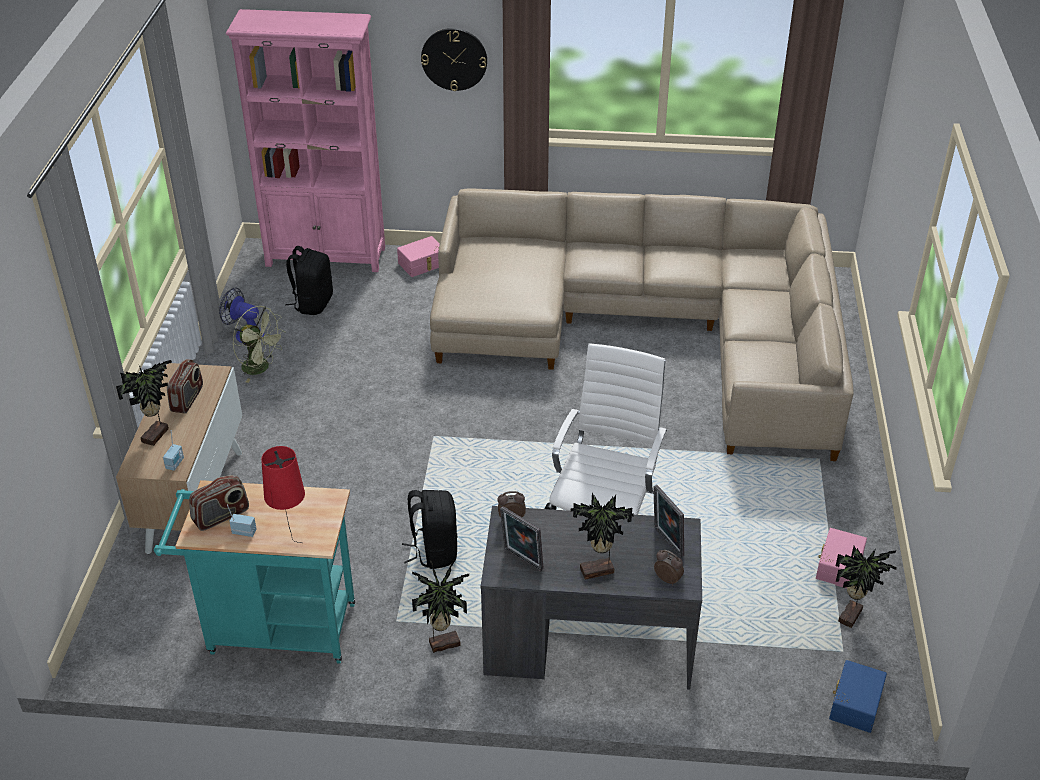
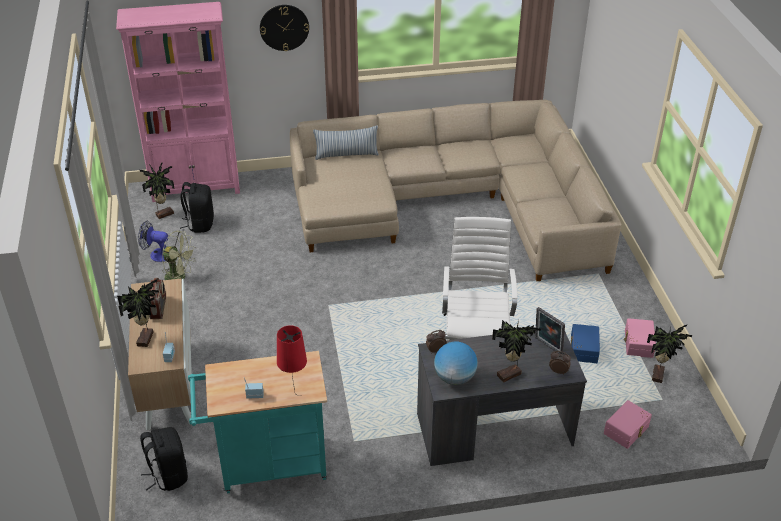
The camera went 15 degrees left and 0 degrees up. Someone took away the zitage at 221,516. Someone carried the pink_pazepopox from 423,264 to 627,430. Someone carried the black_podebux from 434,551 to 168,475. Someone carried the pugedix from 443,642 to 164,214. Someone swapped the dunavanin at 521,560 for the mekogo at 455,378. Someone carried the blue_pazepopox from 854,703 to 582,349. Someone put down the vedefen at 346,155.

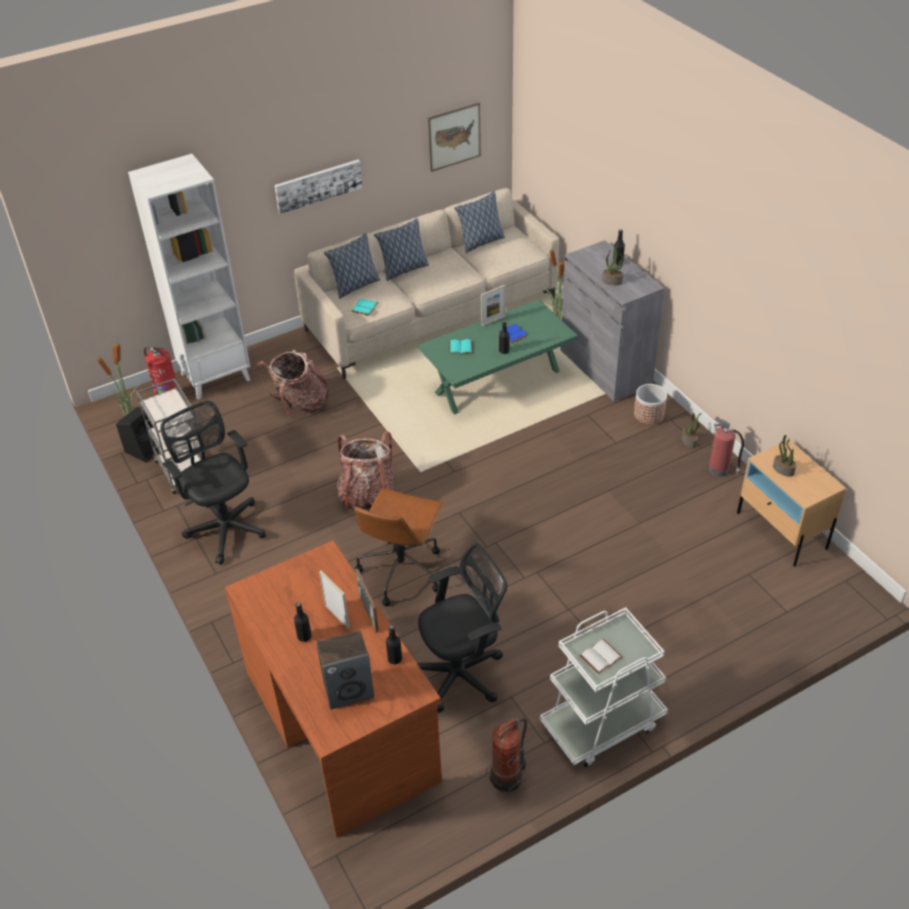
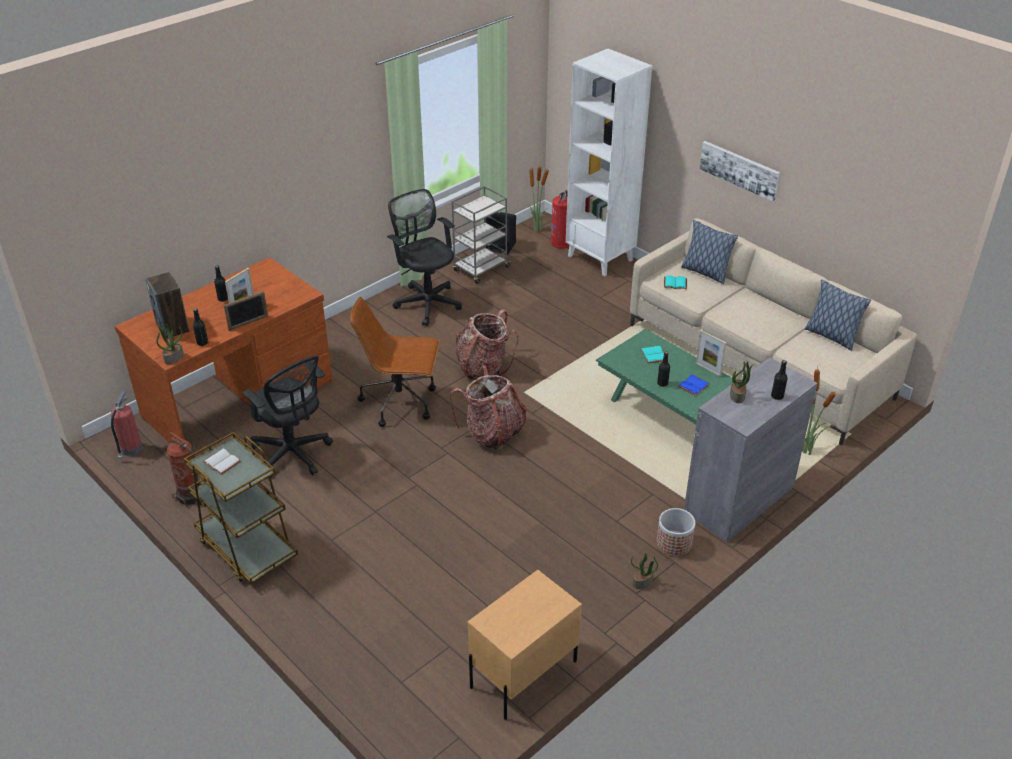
The camera went 75 degrees right and 5 degrees down. Someone rotated the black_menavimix at 224,526 by 75 degrees counterclockwise. Someone carried the podebux from 300,404 to 492,433. Someone took away the vedefen at 403,270. Someone took away the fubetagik at 454,137. Someone repainted the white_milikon at 602,724, which became the brown_milikon at 247,548. Someone carried the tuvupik from 719,469 to 131,449. Someone carried the pugedix from 782,470 to 174,357.

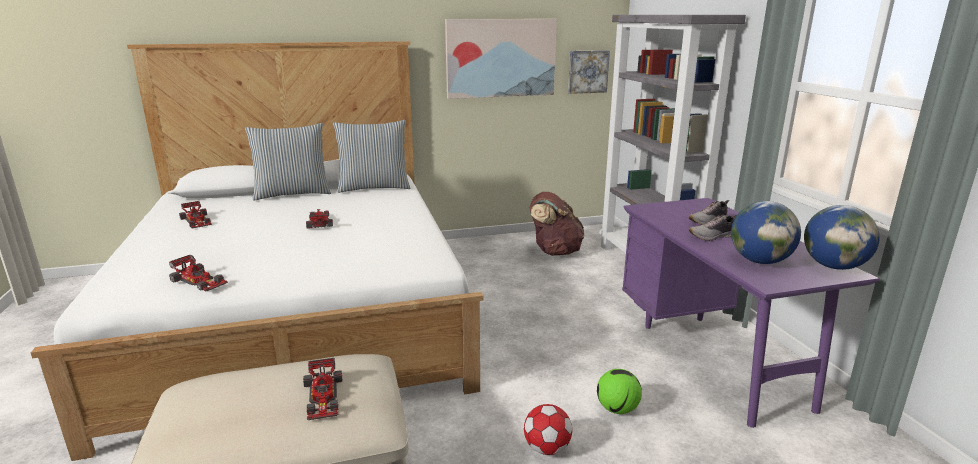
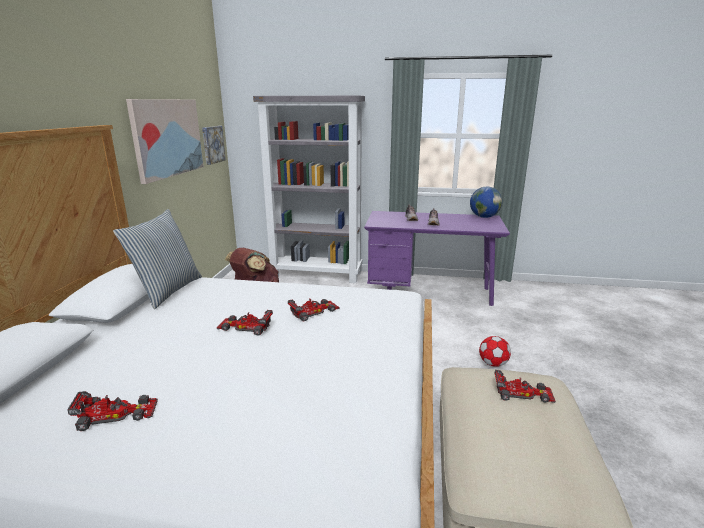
The camera went 65 degrees left and 0 degrees up. Someone carried the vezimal from 199,280 to 314,311. Someone took away the vedefen at 292,194. Someone took away the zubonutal at 617,409. Someone took away the mekogo at 759,261.

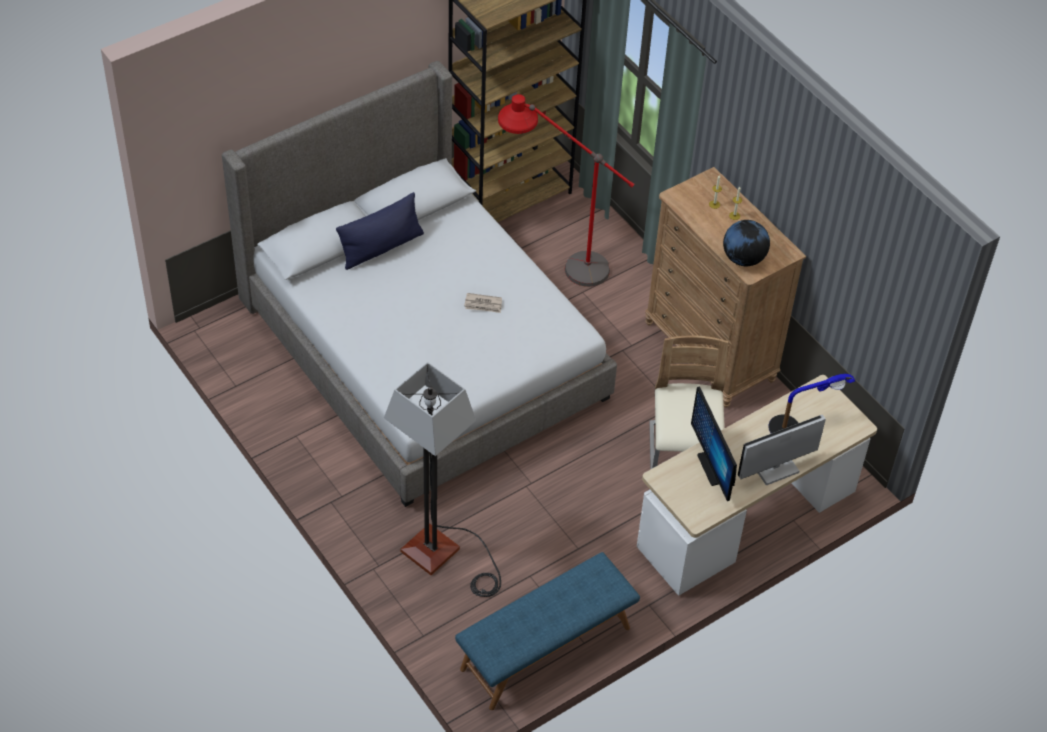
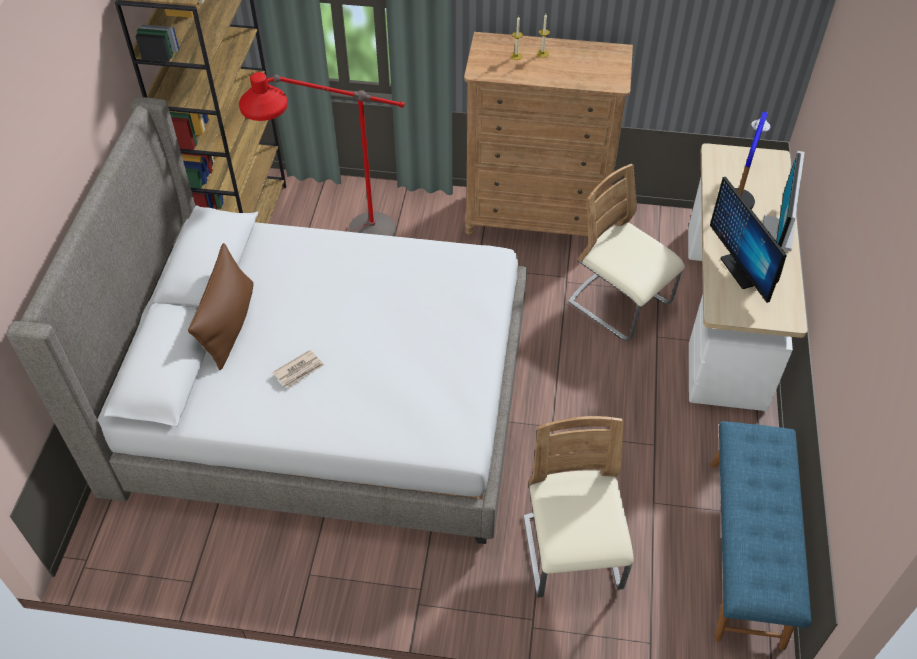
The camera went 45 degrees left and 0 degrees up. Someone repainted the blue_vedefen at 381,247, which became the brown_vedefen at 229,324. Someone swapped the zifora at 444,556 for the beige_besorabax at 572,554. Someone carried the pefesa from 483,304 to 299,370. Someone rotated the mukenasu at 713,467 by 45 degrees clockwise. Someone took away the mekogo at 743,258.

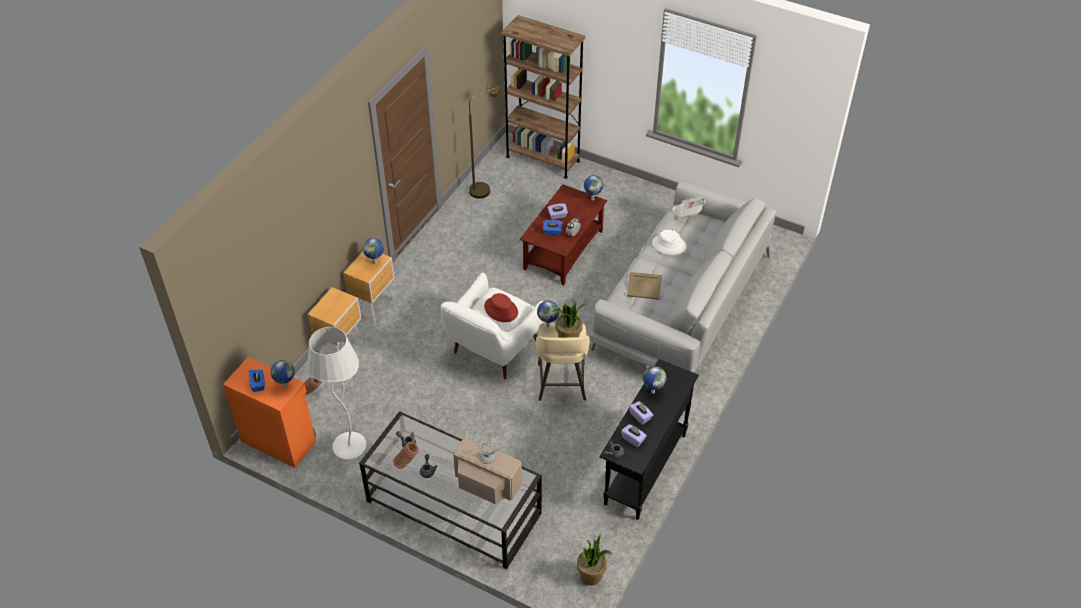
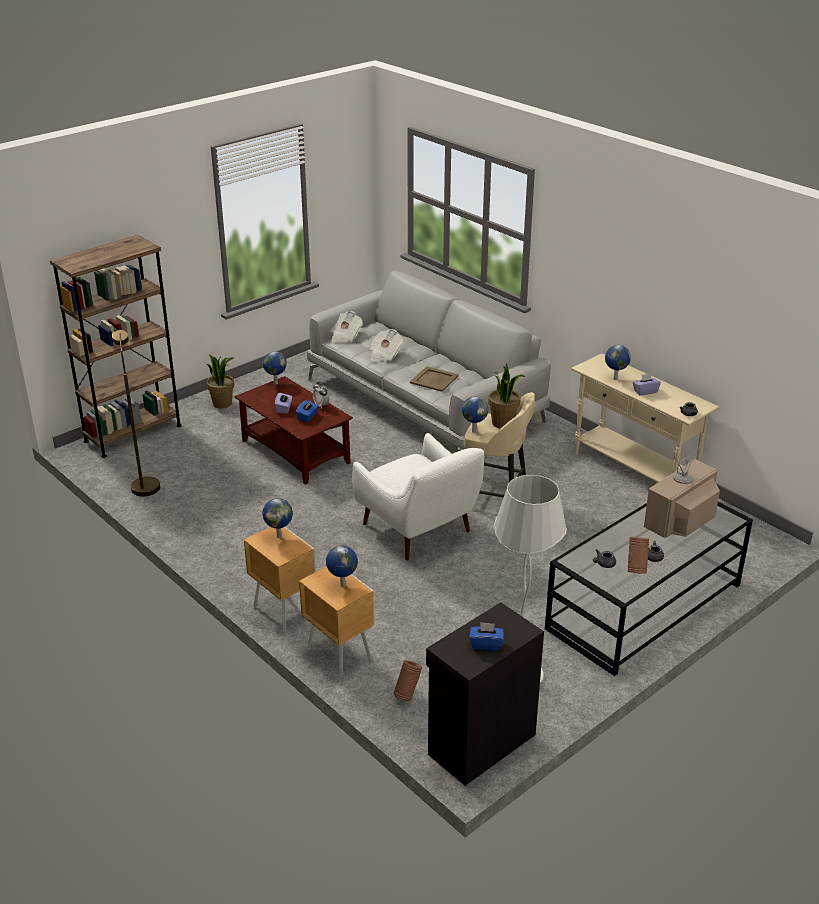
The camera went 70 degrees left and 15 degrees down. Someone repainted the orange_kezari at 279,440, which became the black_kezari at 480,744. Someone carried the mekogo from 285,386 to 342,585. Someone took away the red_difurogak at 501,309. Someone carried the pugedix from 591,576 to 223,403. Someone repainted the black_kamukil at 644,469, which became the beige_kamukil at 633,471. Someone took away the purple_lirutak at 633,439. Someone swapped the white_difurogak at 669,245 for the pefesa at 385,354.

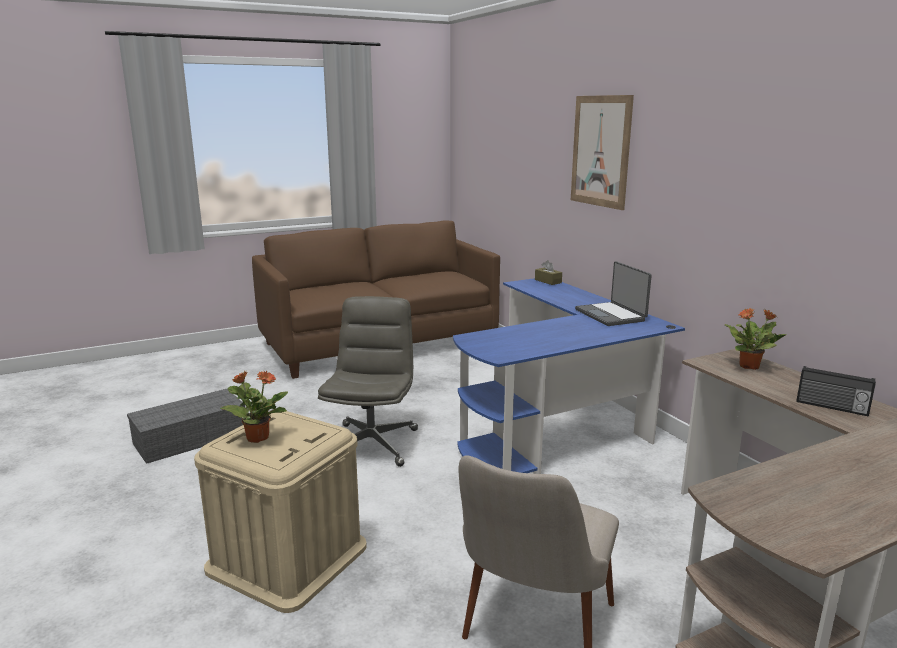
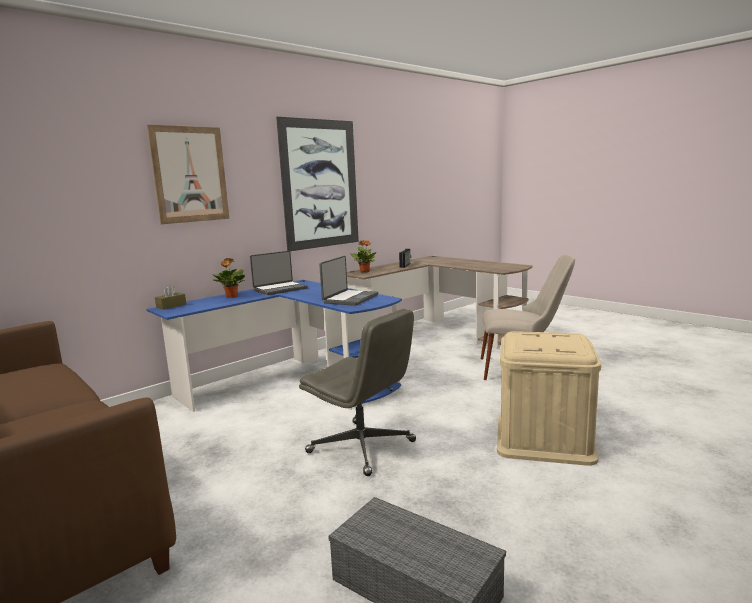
The camera went 105 degrees left and 5 degrees down. Someone carried the pugedix from 257,437 to 231,297. Someone rotated the grey_menavimix at 371,444 by 135 degrees counterclockwise. Someone put up the fubetagik at 320,184. Someone put down the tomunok at 350,299.

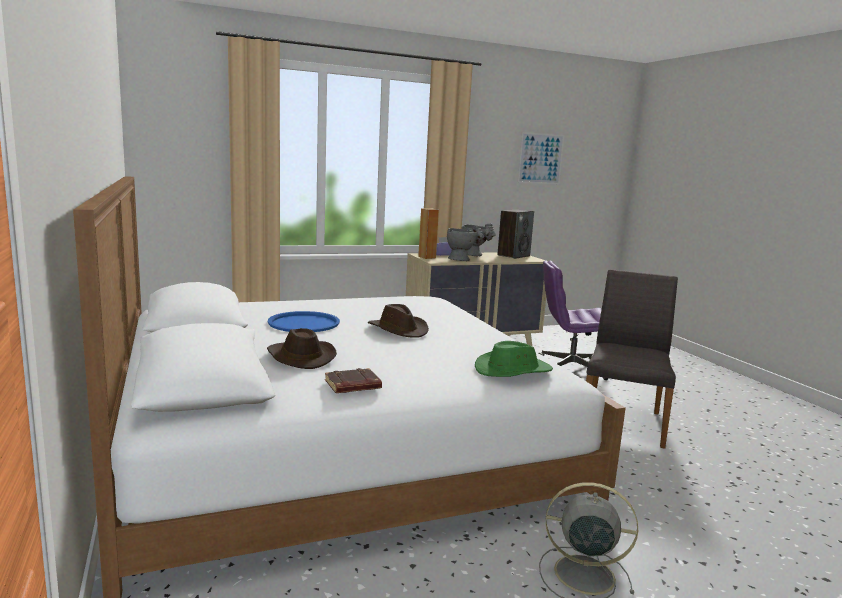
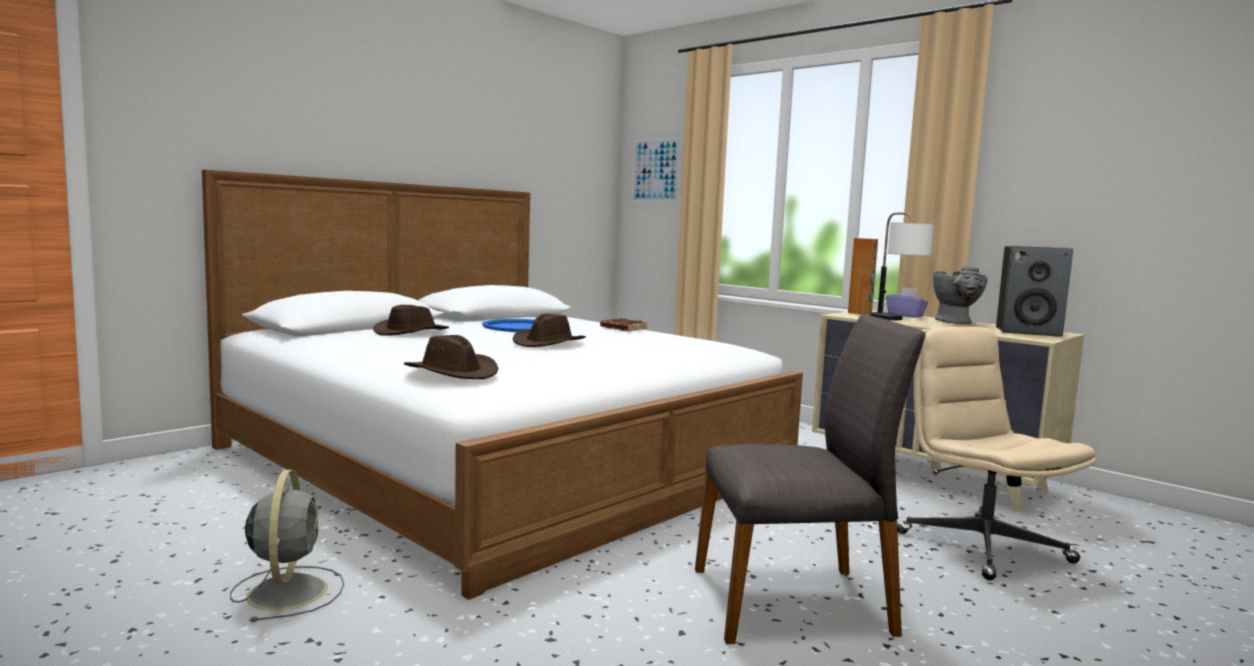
The camera went 65 degrees right and 5 degrees down. Someone carried the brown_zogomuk from 352,386 to 622,328. Someone swapped the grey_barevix at 462,260 for the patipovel at 895,320. Someone repainted the green_difurogak at 513,370, which became the brown_difurogak at 453,372. Someone carried the fubetagik from 540,158 to 656,170. Someone repainted the purple_menavimix at 570,368, which became the beige_menavimix at 981,546.

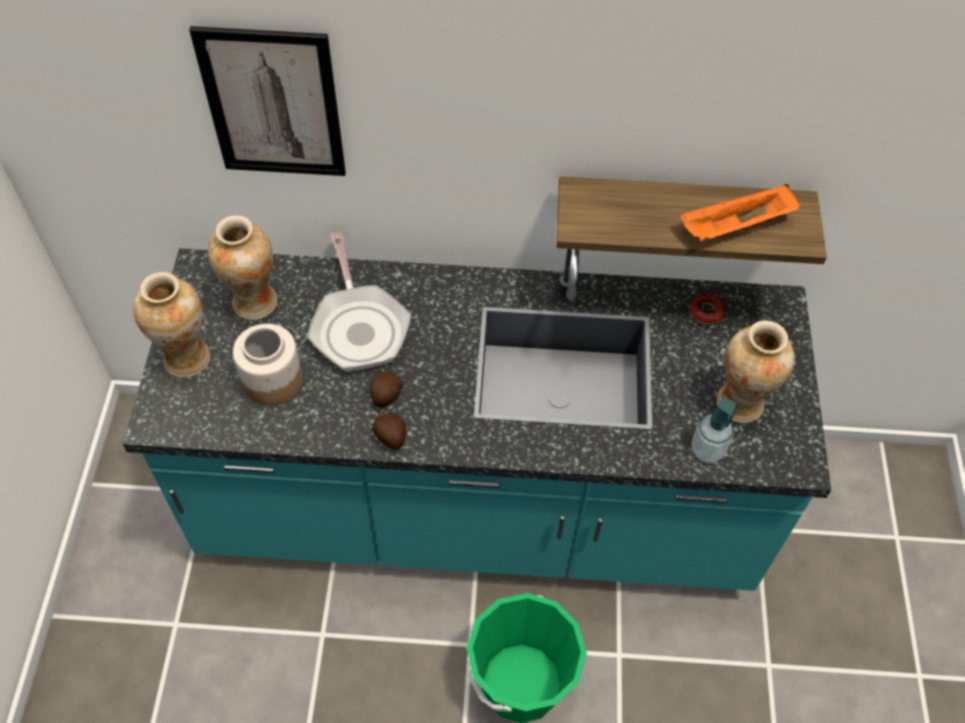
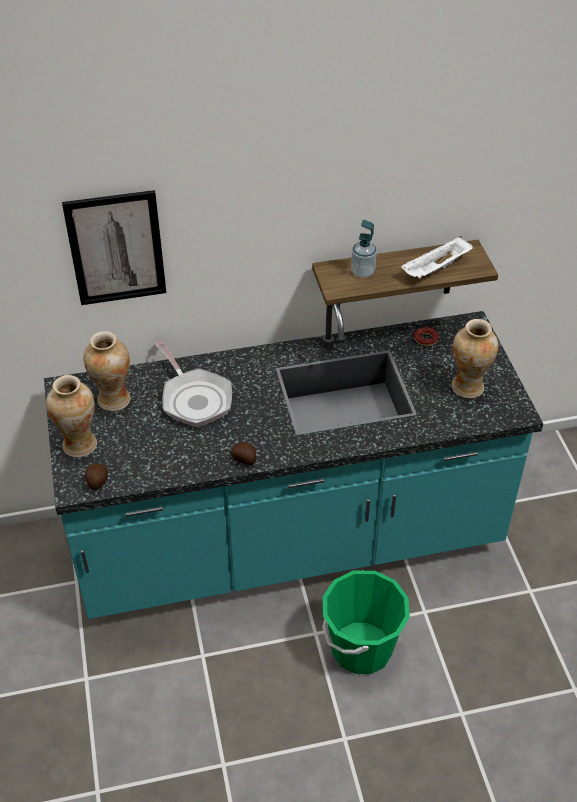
The camera went 15 degrees left and 10 degrees down. Someone took away the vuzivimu at 272,381. Someone carried the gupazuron from 385,396 to 97,482. Someone repainted the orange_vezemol at 735,228, which became the white_vezemol at 436,269. Someone carried the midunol from 707,450 to 362,272.

